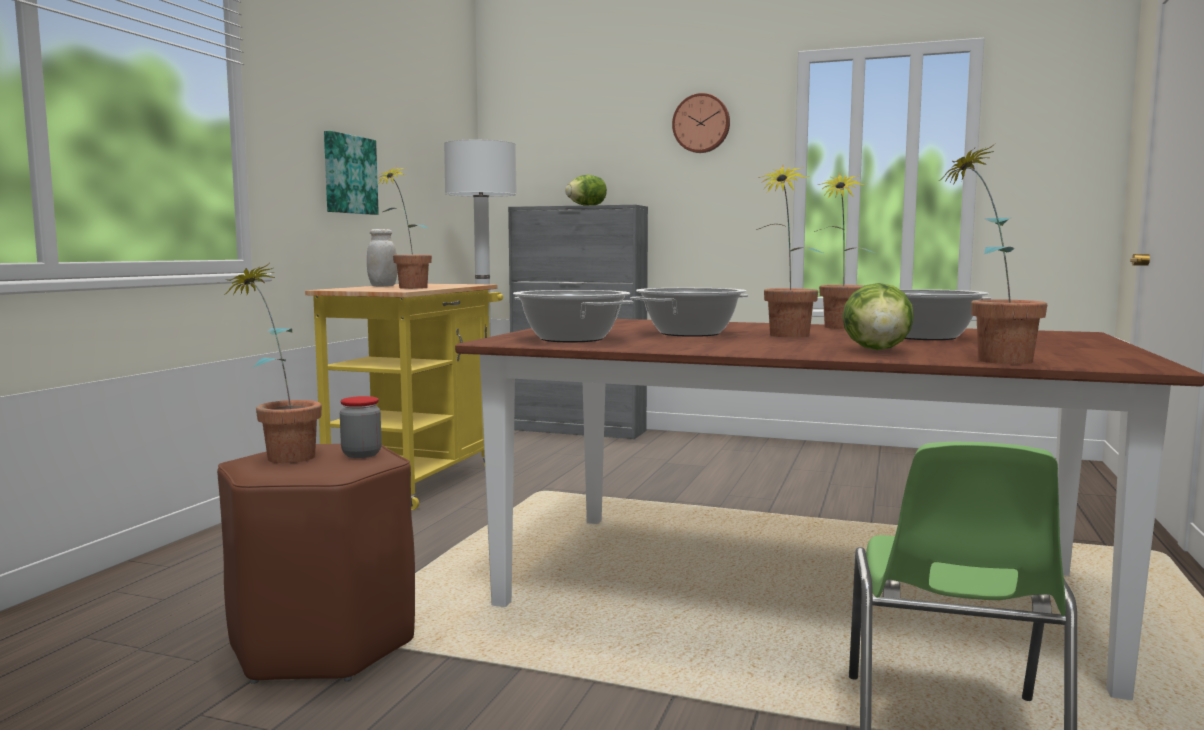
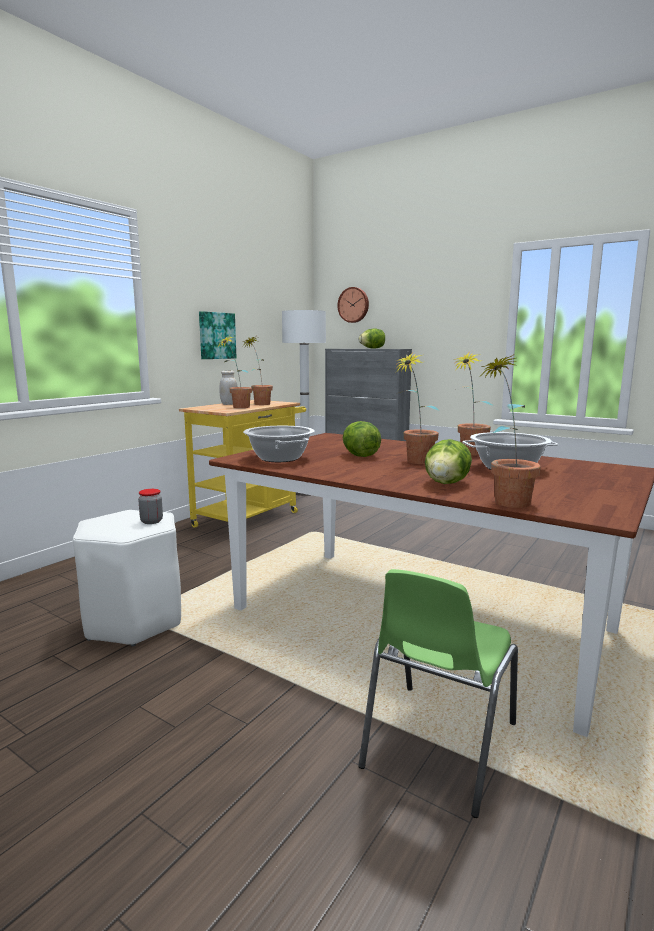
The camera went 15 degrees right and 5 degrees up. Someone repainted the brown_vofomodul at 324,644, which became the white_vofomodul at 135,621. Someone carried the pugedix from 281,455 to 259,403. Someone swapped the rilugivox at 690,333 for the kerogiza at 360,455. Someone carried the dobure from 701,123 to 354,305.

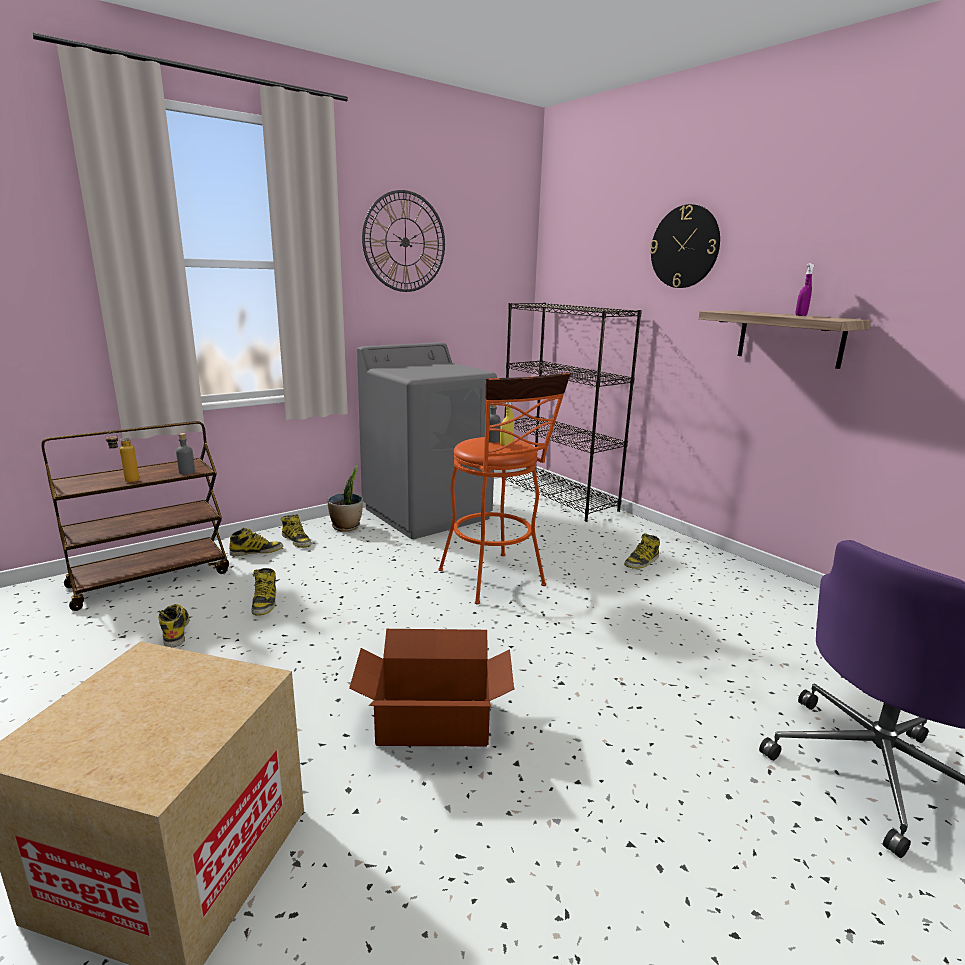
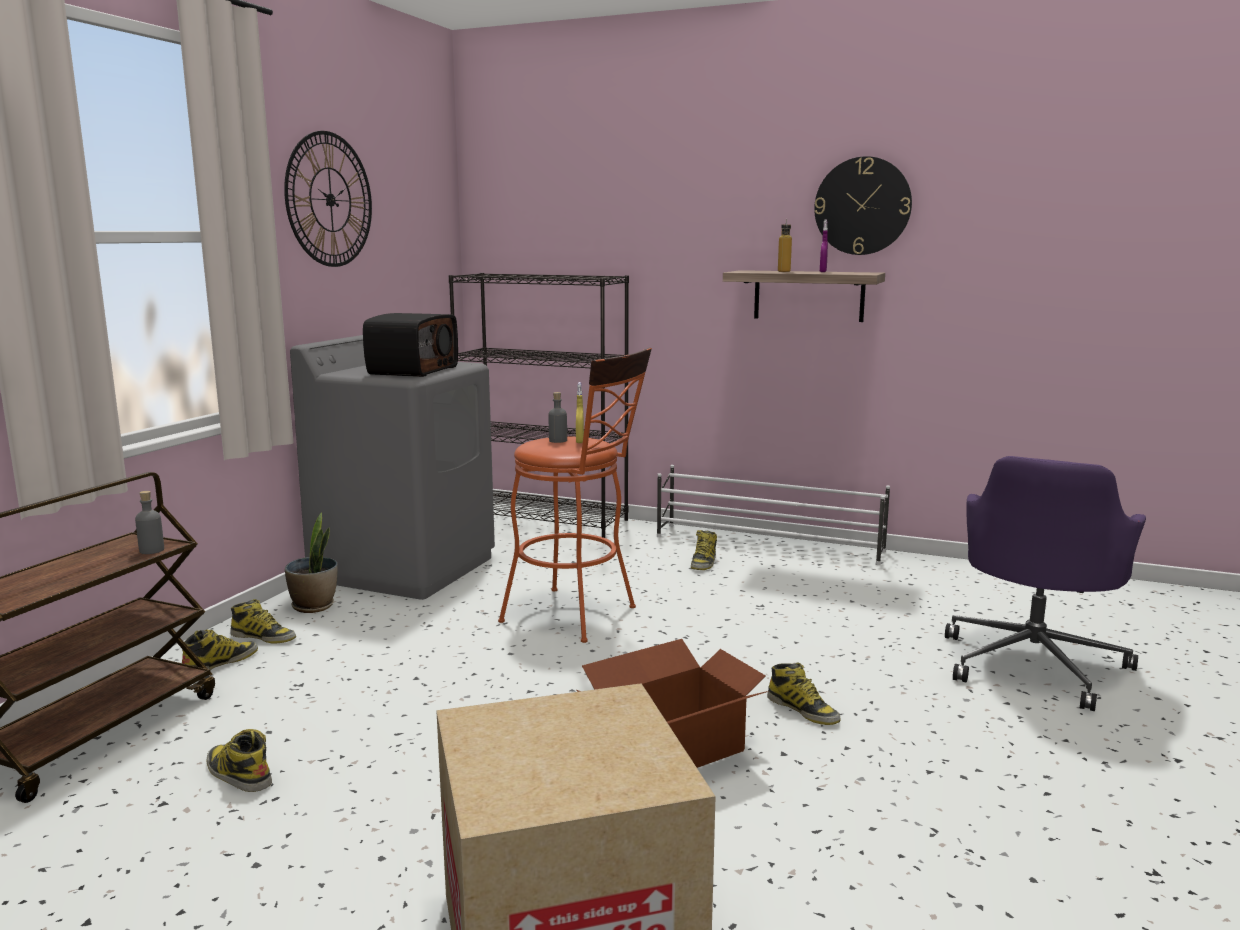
The camera went 30 degrees left and 5 degrees down. Someone carried the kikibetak from 126,481 to 784,272. Someone carried the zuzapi from 265,602 to 803,710. Someone carried the dobure from 684,247 to 862,206. Someone put down the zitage at 412,370. Someone put down the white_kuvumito at 769,544.

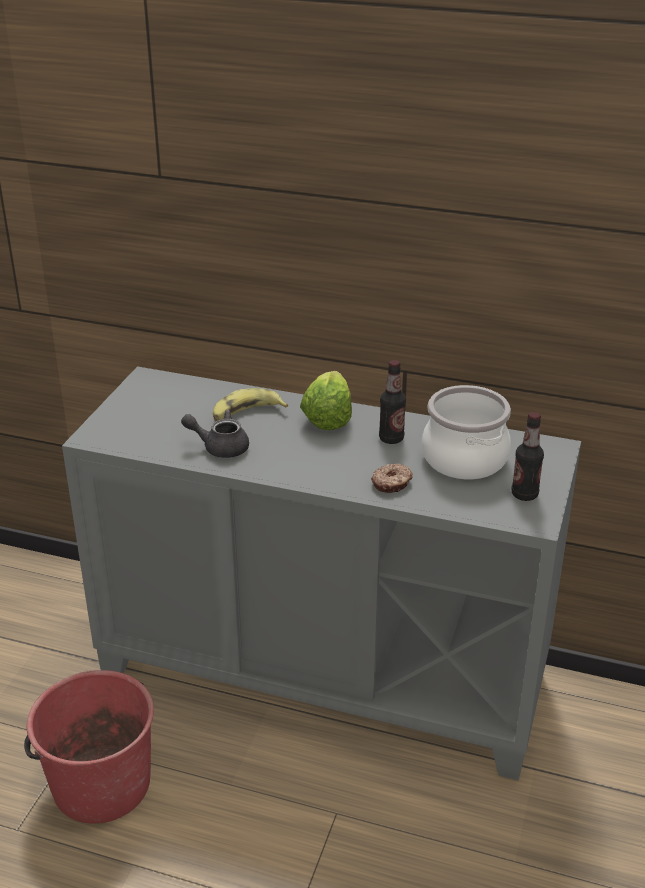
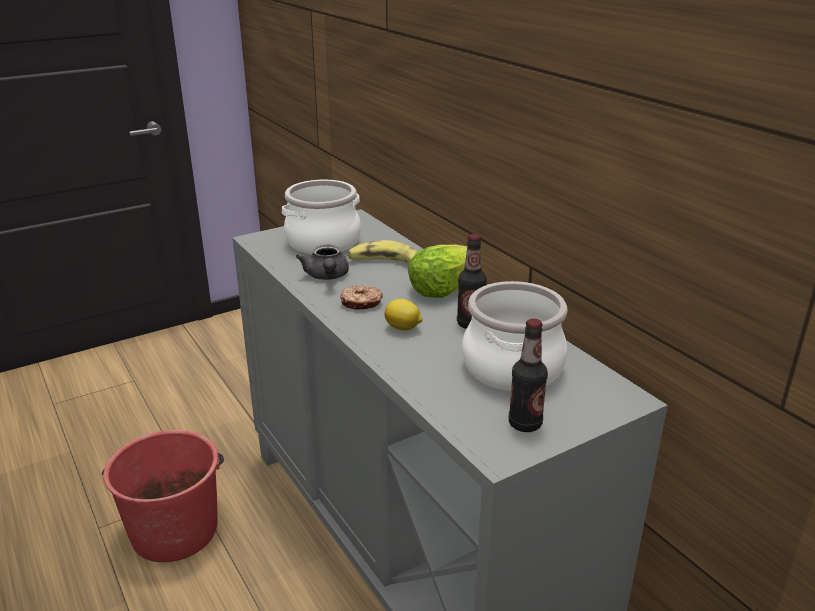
The camera went 40 degrees right and 5 degrees down. Someone rotated the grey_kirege at 220,447 by 150 degrees counterclockwise. Someone carried the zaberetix from 392,483 to 361,303. Someone put down the rilugivox at 323,242. Someone put down the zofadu at 403,328.

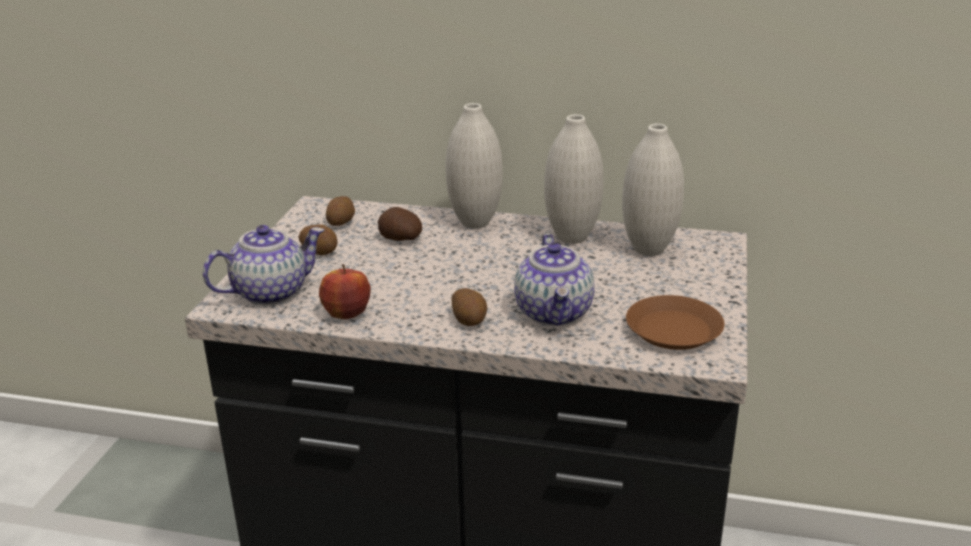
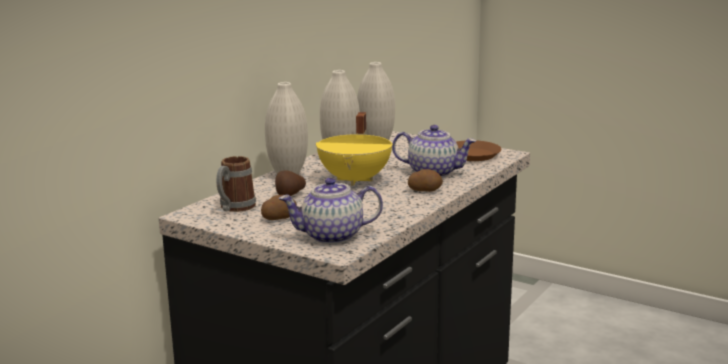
The camera went 70 degrees left and 10 degrees down. Someone rotated the kirege at 270,292 by 90 degrees counterclockwise. Someone took away the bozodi at 346,314. Someone swapped the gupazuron at 341,222 for the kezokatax at 234,208. Someone put down the yellow_rilugivox at 356,180.

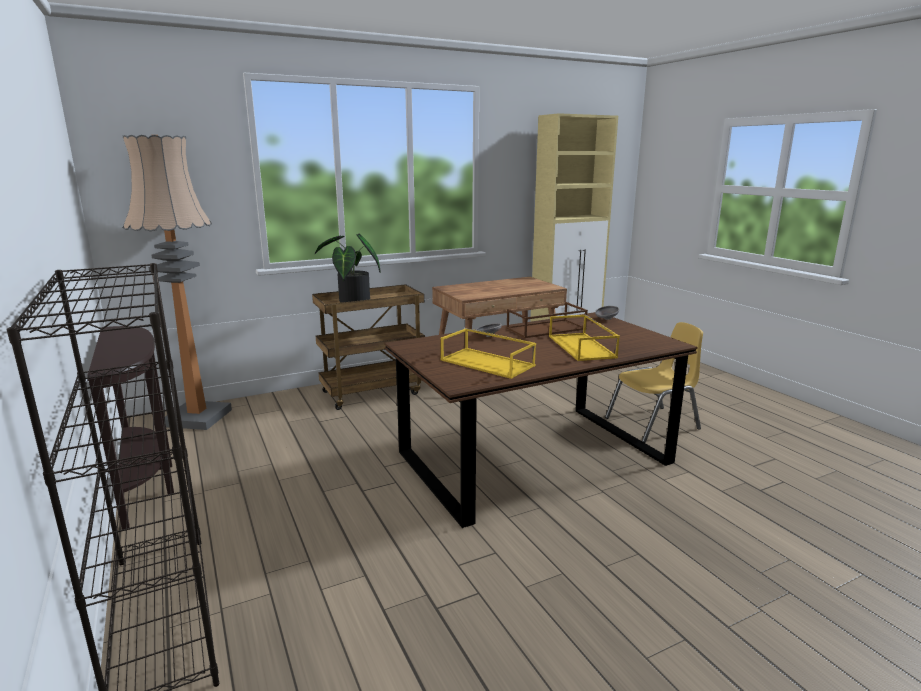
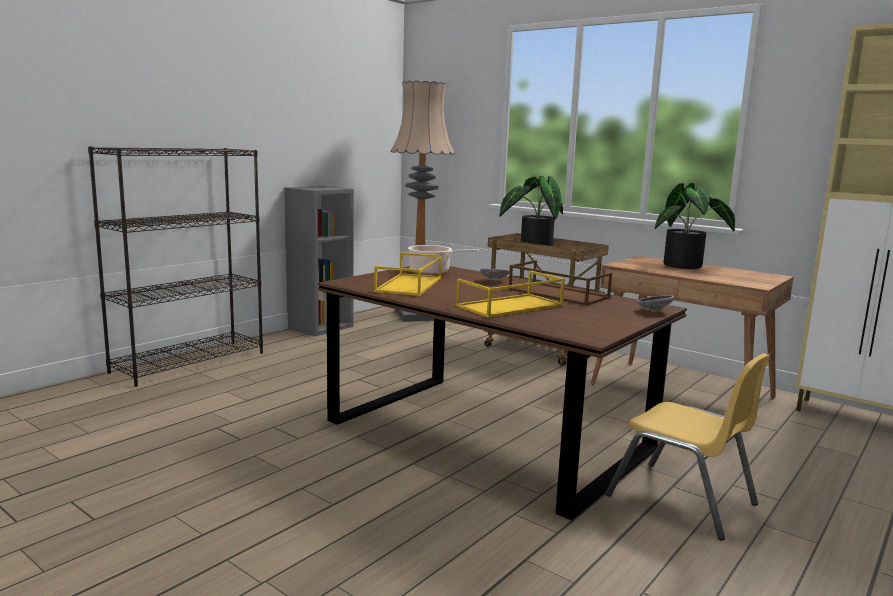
The camera went 65 degrees right and 5 degrees down. Someone swapped the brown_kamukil at 148,483 for the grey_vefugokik at 320,327. Someone put down the rilugivox at 432,272. Someone put down the pugedix at 687,266.

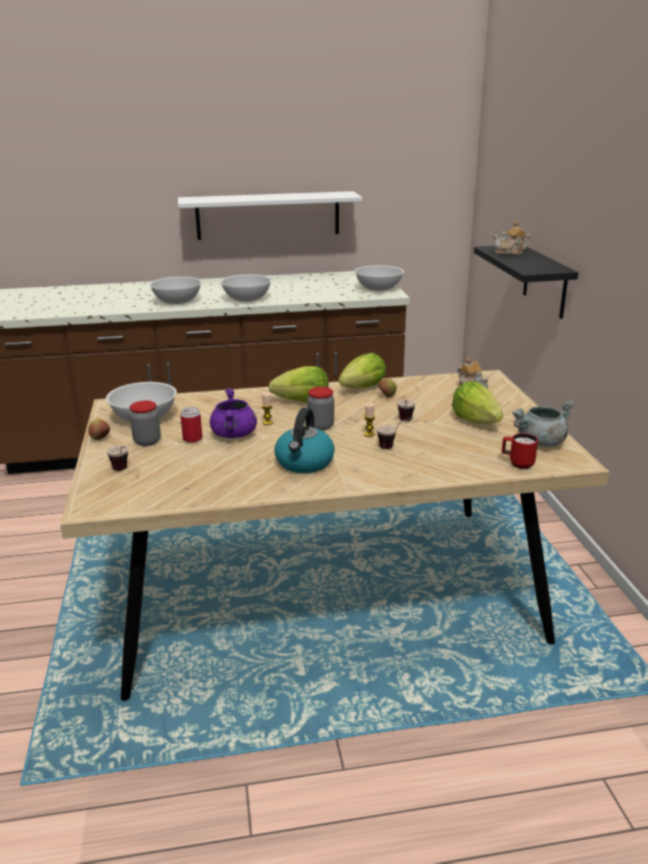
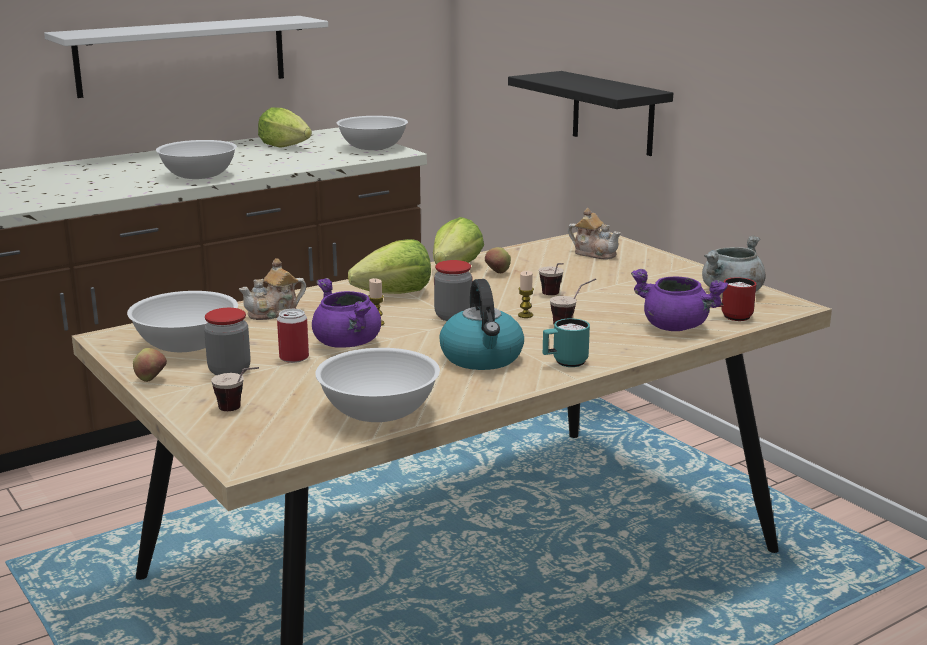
The camera went 25 degrees left and 5 degrees down. Someone carried the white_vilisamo from 177,301 to 378,411. Someone carried the kerogiza from 476,421 to 285,147. Someone carried the kirege from 510,253 to 274,313. Someone put down the turquoise_kezokatax at 564,363. Someone put down the purple_rilugivox at 676,327.

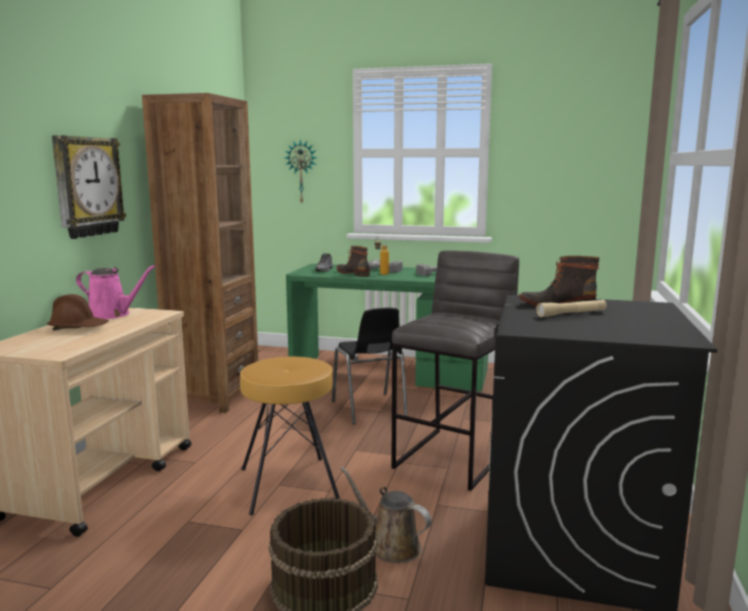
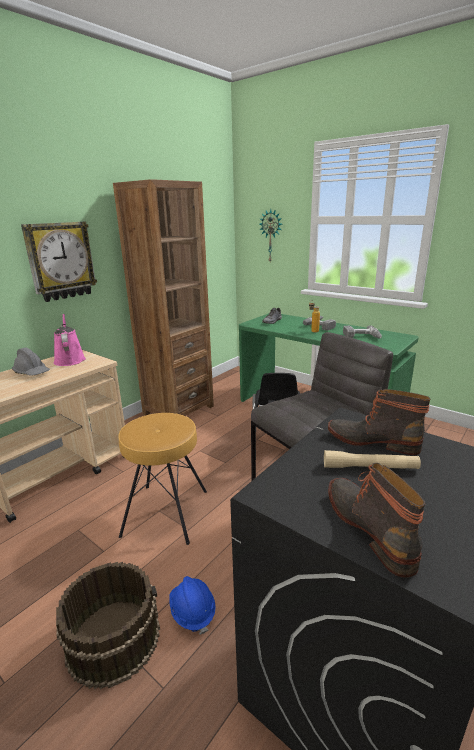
The camera went 25 degrees right and 10 degrees up. Someone repainted the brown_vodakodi at 79,328, which became the grey_vodakodi at 32,372. Someone rotated the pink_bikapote at 112,314 by 150 degrees counterclockwise. Someone carried the zuzapi from 353,273 to 371,527. Someone swapped the brown_bikapote at 391,545 for the blue_vodakodi at 192,612.

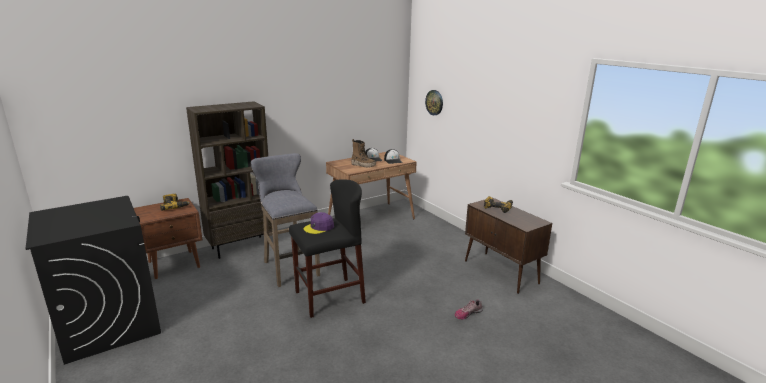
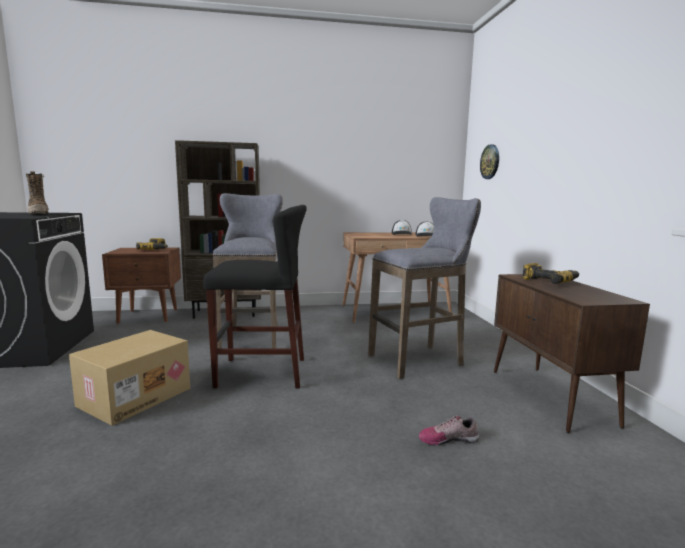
The camera went 25 degrees right and 10 degrees down. Someone took away the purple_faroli at 319,227. Someone carried the zuzapi from 363,165 to 38,213. Someone put down the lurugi at 135,396. Someone put down the grey_vofomodul at 419,360.

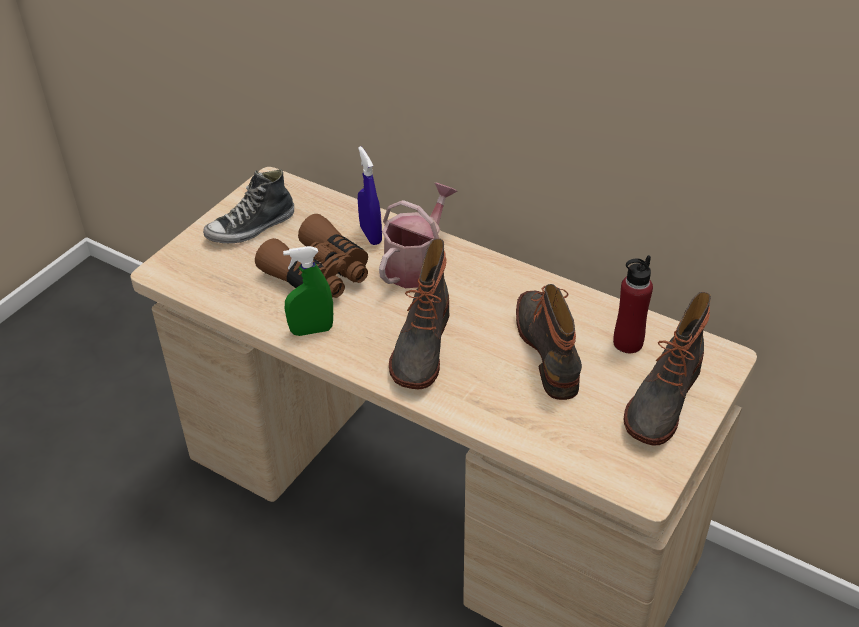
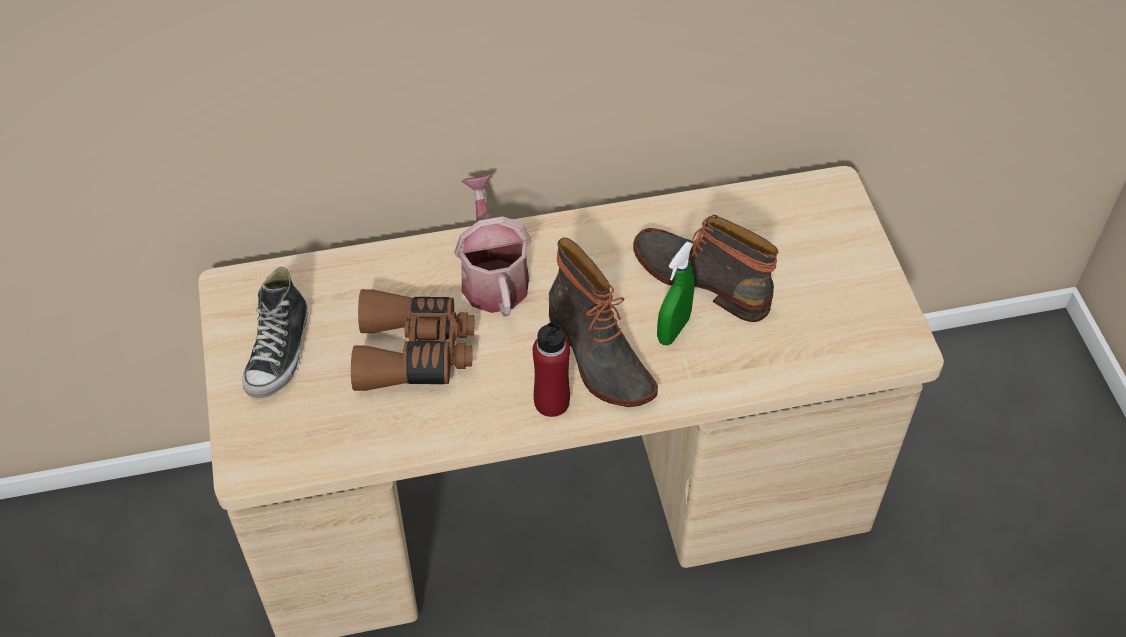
The camera went 45 degrees left and 10 degrees up. Someone carried the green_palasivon from 311,330 to 673,330. Someone took away the blue_palasivon at 370,235. Someone carried the red_kikibetak from 627,343 to 551,402. Someone took away the zuzapi at 661,400.

